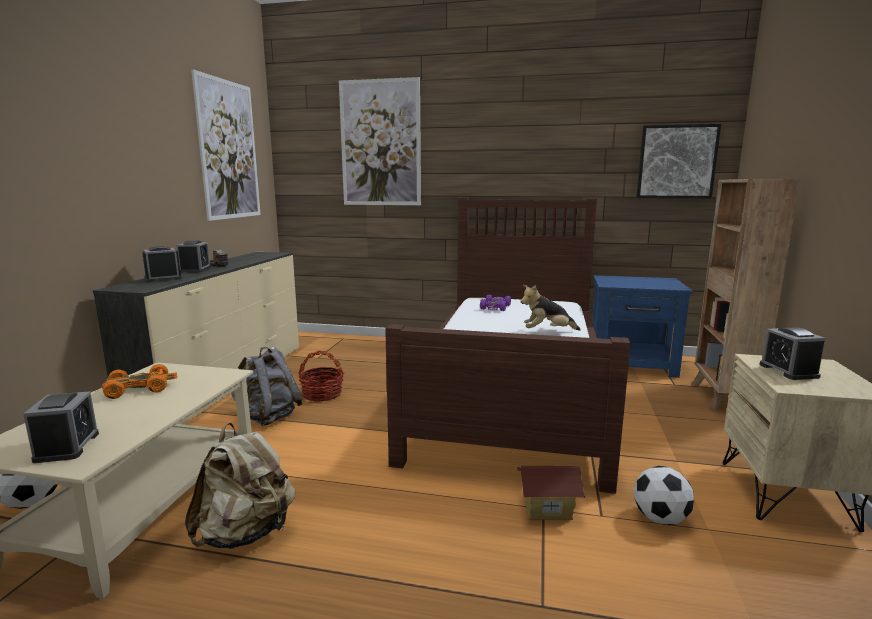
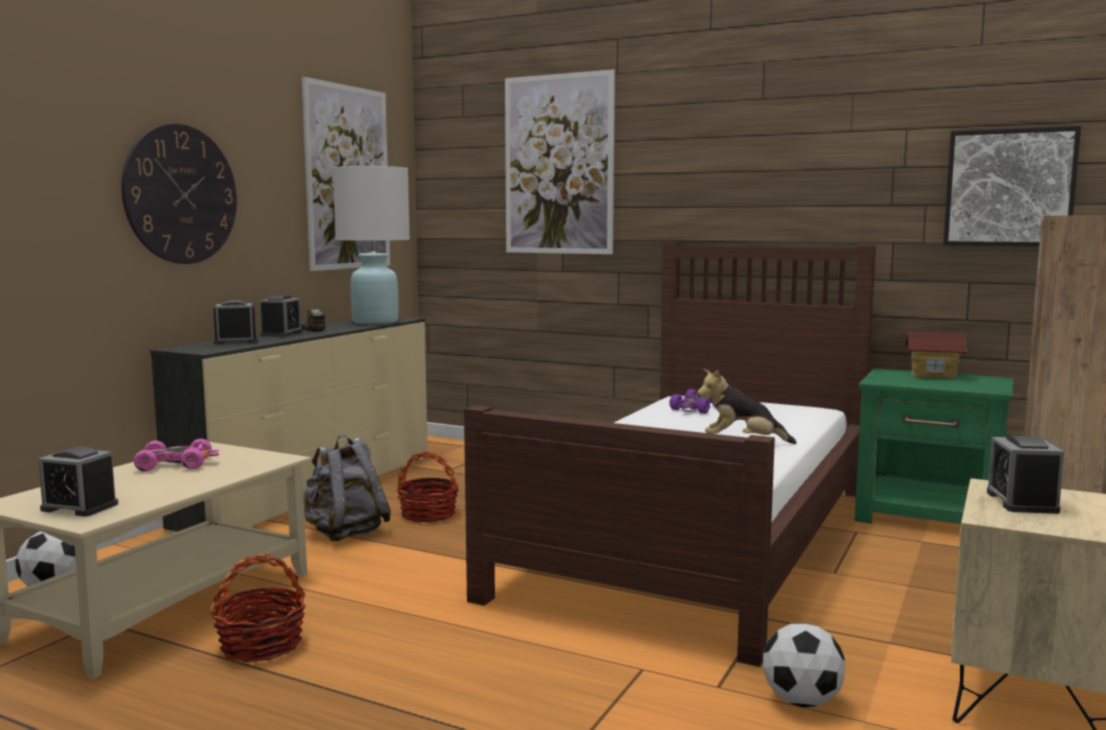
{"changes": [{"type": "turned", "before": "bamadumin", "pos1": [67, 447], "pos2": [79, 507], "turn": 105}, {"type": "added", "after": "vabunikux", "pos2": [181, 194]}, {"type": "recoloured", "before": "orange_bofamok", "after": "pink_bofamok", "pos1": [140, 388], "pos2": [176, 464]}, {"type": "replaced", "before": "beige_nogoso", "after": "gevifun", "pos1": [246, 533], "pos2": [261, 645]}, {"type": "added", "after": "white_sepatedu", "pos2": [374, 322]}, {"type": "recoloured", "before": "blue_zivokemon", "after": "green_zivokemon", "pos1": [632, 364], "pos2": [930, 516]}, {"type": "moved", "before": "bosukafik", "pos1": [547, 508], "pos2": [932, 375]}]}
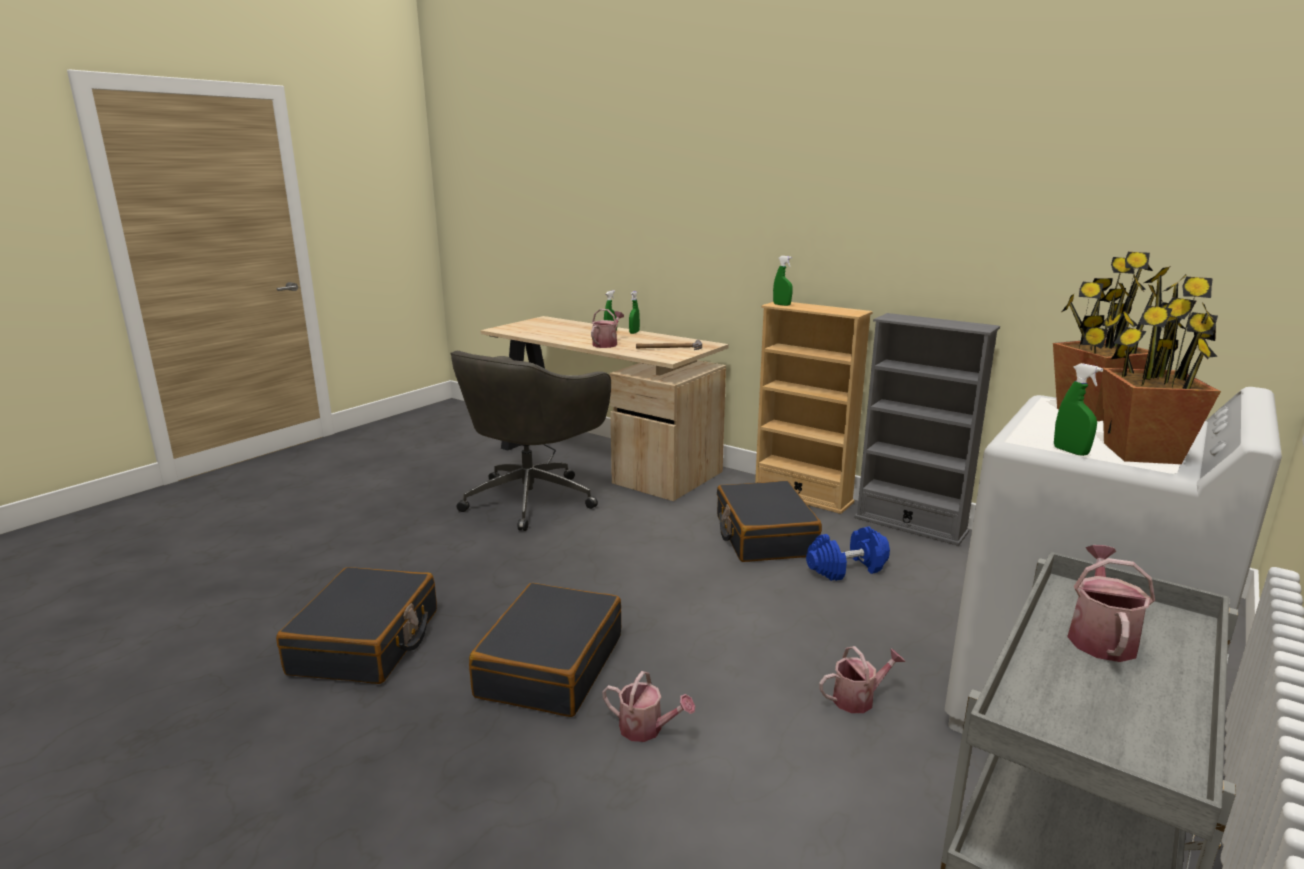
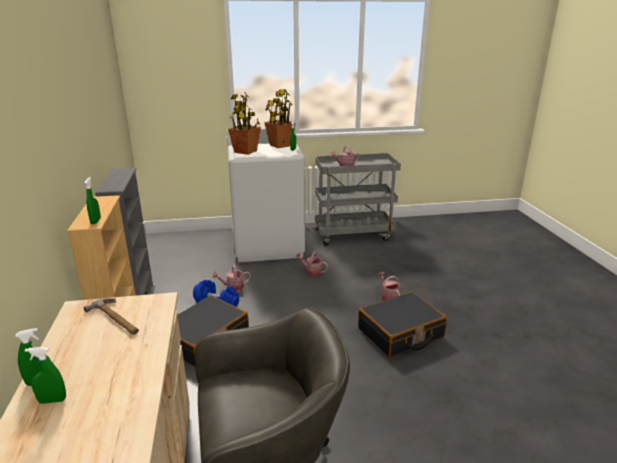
{"changes": [{"type": "moved", "before": "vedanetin", "pos1": [607, 344], "pos2": [232, 287]}, {"type": "removed", "before": "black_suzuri", "pos1": [366, 642]}]}
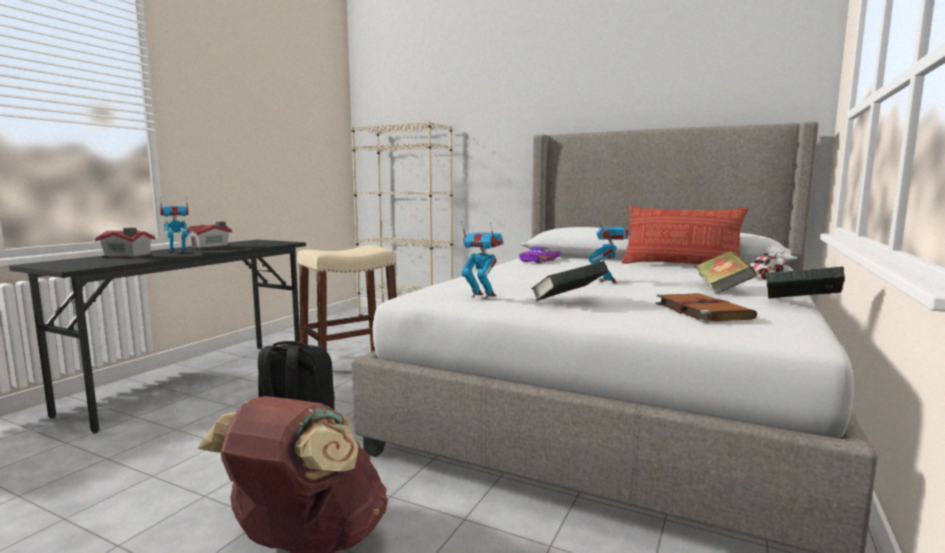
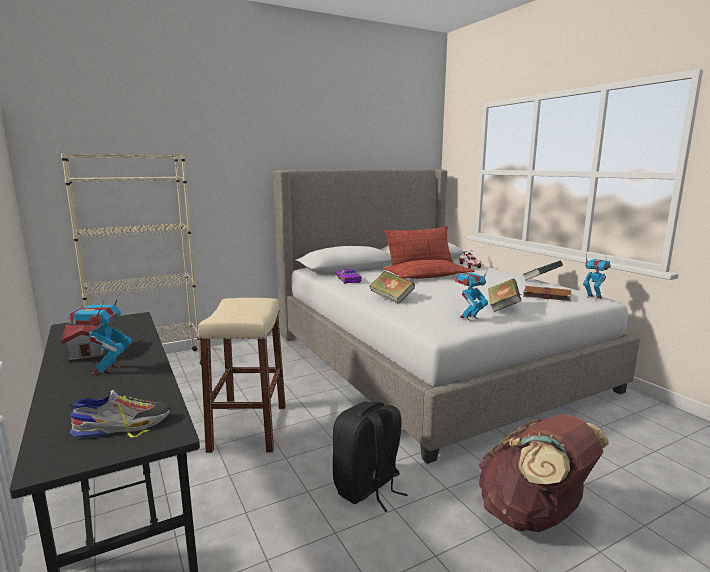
{"changes": [{"type": "added", "after": "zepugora", "pos2": [123, 425]}, {"type": "moved", "before": "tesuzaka", "pos1": [722, 289], "pos2": [391, 299]}, {"type": "added", "after": "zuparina", "pos2": [427, 276]}, {"type": "moved", "before": "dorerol", "pos1": [607, 281], "pos2": [593, 297]}, {"type": "removed", "before": "bosukafik", "pos1": [127, 257]}]}
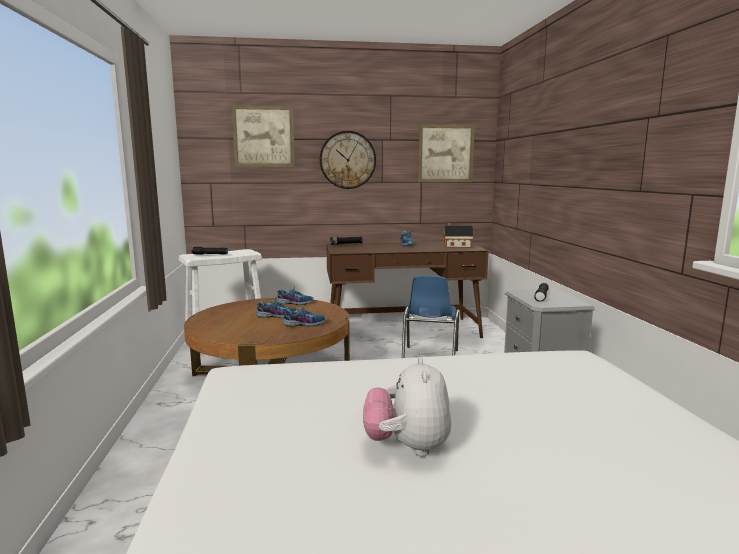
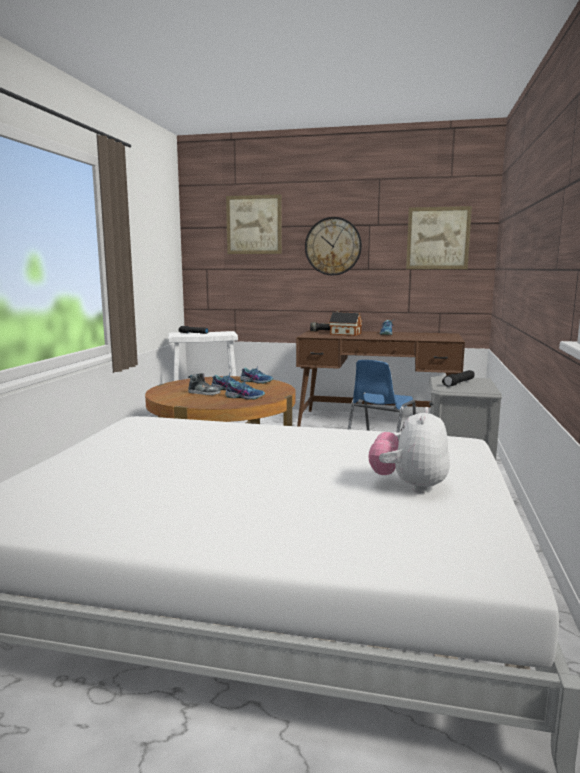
{"changes": [{"type": "added", "after": "zepugora", "pos2": [204, 393]}, {"type": "moved", "before": "bosukafik", "pos1": [456, 246], "pos2": [344, 334]}, {"type": "moved", "before": "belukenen", "pos1": [407, 447], "pos2": [409, 486]}]}
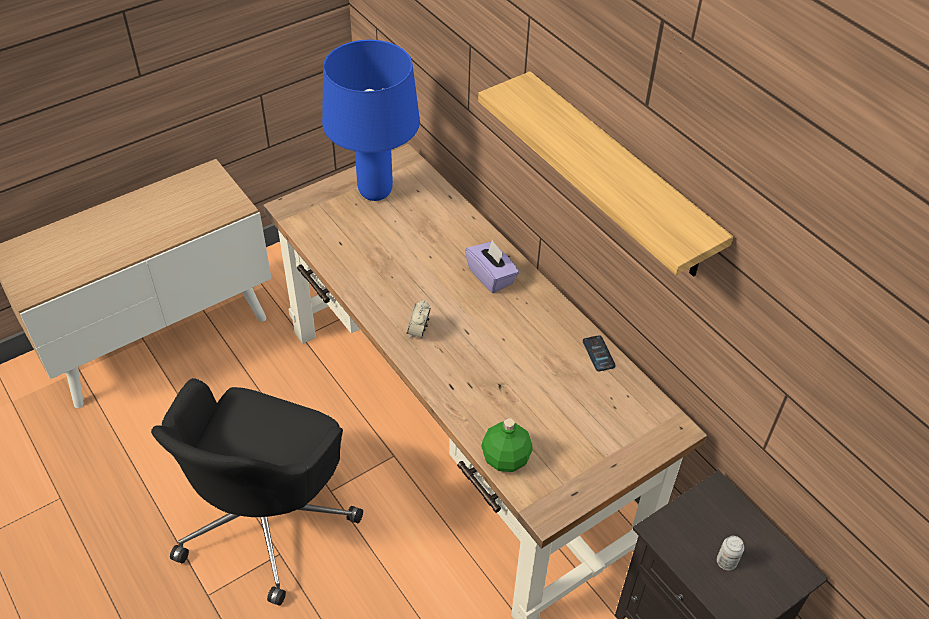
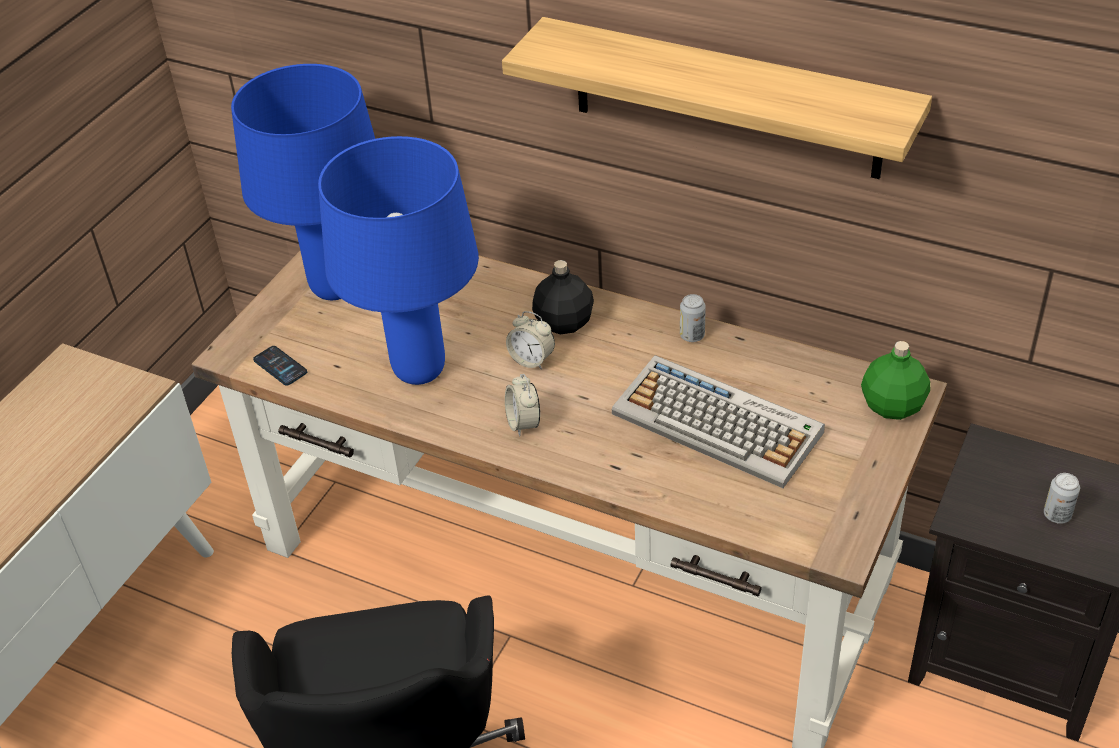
{"changes": [{"type": "moved", "before": "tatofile", "pos1": [598, 354], "pos2": [280, 366]}, {"type": "added", "after": "blue_sepatedu", "pos2": [419, 370]}, {"type": "added", "after": "bamadumin", "pos2": [532, 360]}, {"type": "replaced", "before": "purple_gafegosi", "after": "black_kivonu", "pos1": [491, 276], "pos2": [563, 323]}, {"type": "added", "after": "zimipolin", "pos2": [719, 423]}, {"type": "added", "after": "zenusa", "pos2": [692, 336]}, {"type": "moved", "before": "green_kivonu", "pos1": [505, 459], "pos2": [892, 407]}]}
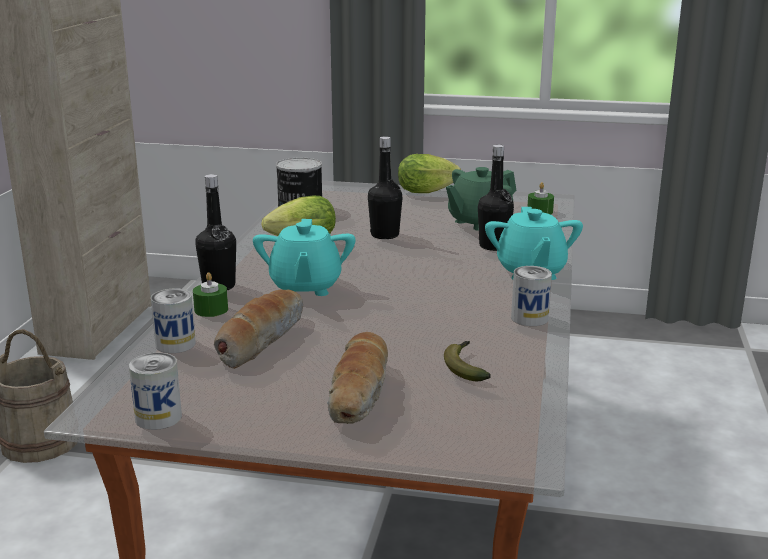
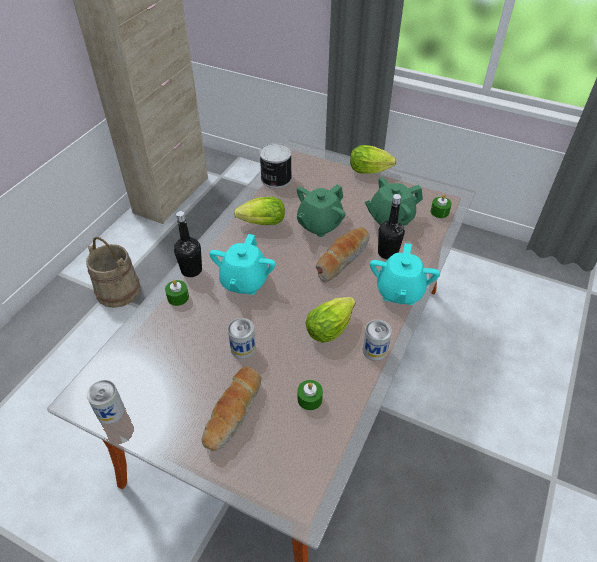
{"changes": [{"type": "moved", "before": "zenusa", "pos1": [175, 344], "pos2": [243, 348]}, {"type": "replaced", "before": "black_kivonu", "after": "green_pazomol", "pos1": [385, 235], "pos2": [319, 225]}, {"type": "replaced", "before": "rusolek", "after": "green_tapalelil", "pos1": [465, 367], "pos2": [309, 399]}, {"type": "added", "after": "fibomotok", "pos2": [331, 327]}, {"type": "moved", "before": "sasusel", "pos1": [260, 339], "pos2": [342, 259]}]}
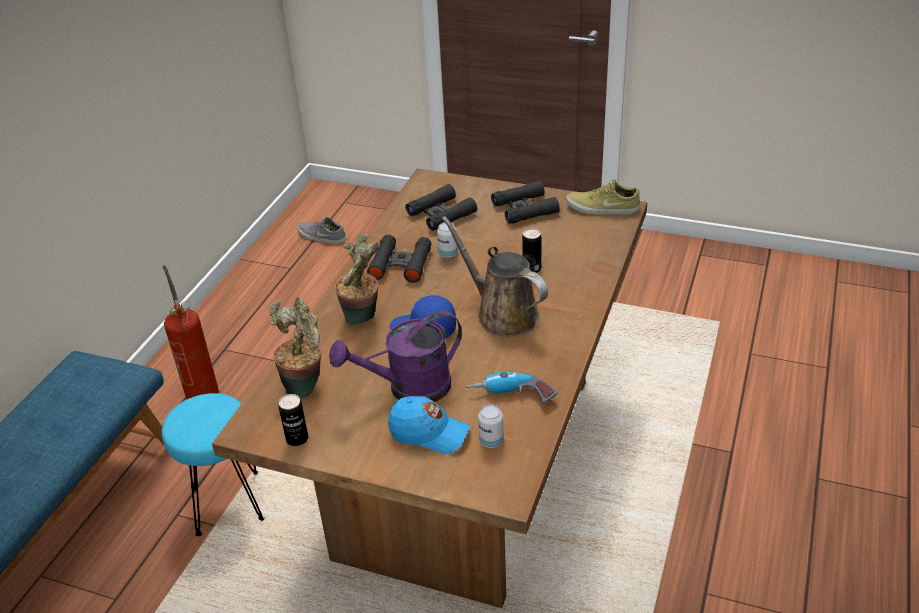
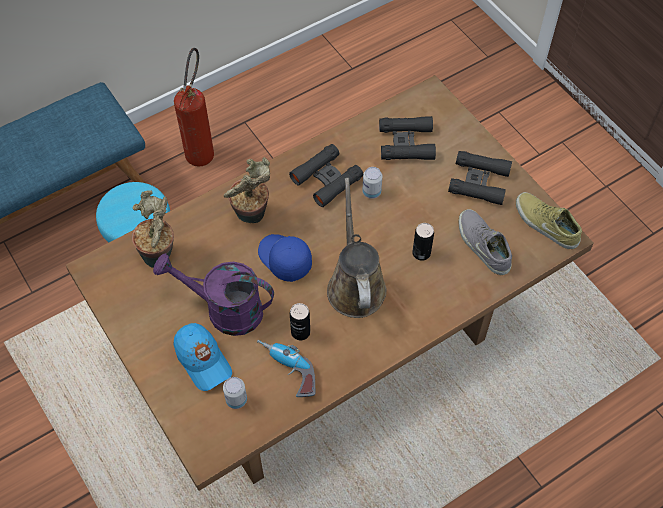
{"changes": [{"type": "moved", "before": "zenusa", "pos1": [297, 439], "pos2": [300, 332]}, {"type": "moved", "before": "grey_zepugora", "pos1": [321, 236], "pos2": [482, 245]}]}
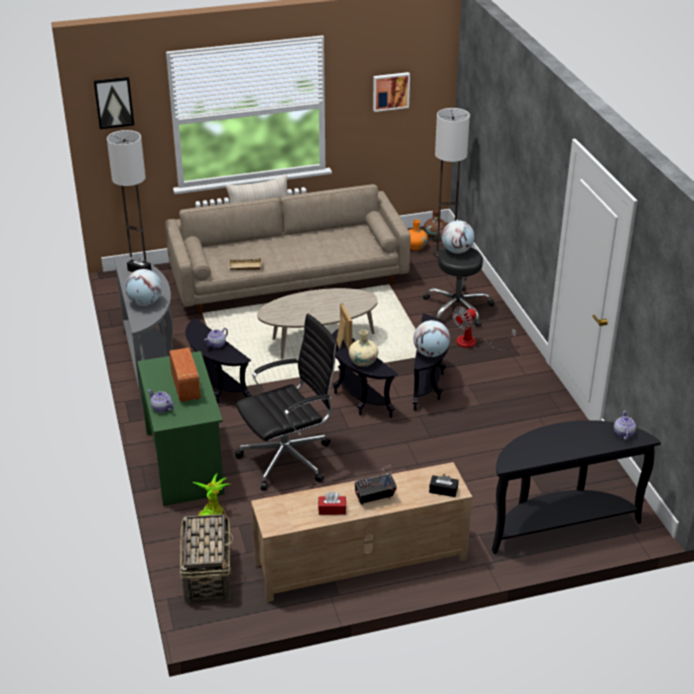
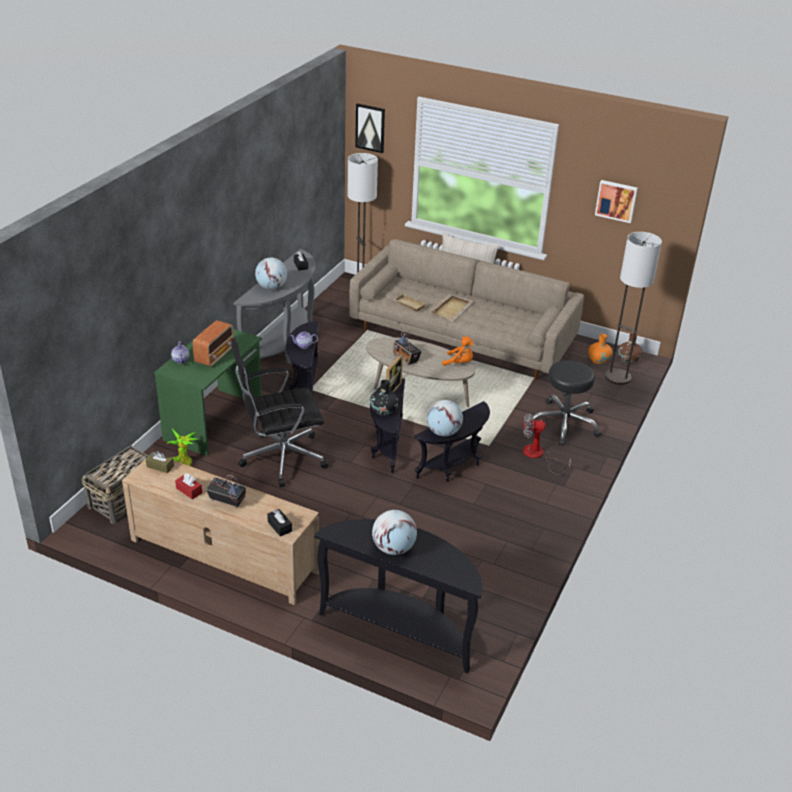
{"changes": [{"type": "added", "after": "brown_gafegosi", "pos2": [160, 466]}, {"type": "turned", "before": "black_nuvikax", "pos1": [289, 459], "pos2": [280, 458], "turn": 150}, {"type": "recoloured", "before": "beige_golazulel", "after": "black_golazulel", "pos1": [363, 362], "pos2": [384, 411]}, {"type": "moved", "before": "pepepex", "pos1": [457, 251], "pos2": [393, 548]}, {"type": "added", "after": "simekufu", "pos2": [406, 358]}, {"type": "added", "after": "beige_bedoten", "pos2": [451, 308]}, {"type": "added", "after": "orange_belukenen", "pos2": [459, 363]}, {"type": "removed", "before": "pazomol", "pos1": [623, 434]}]}
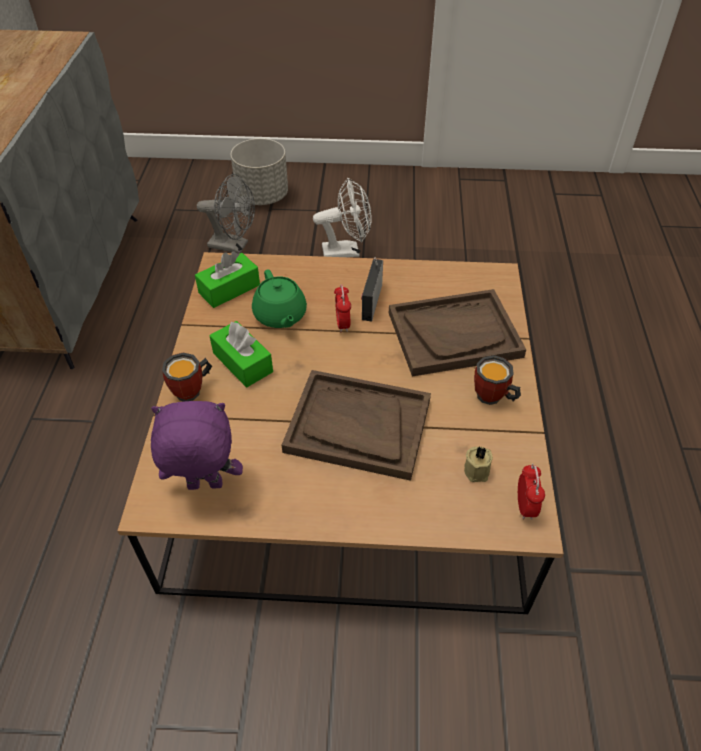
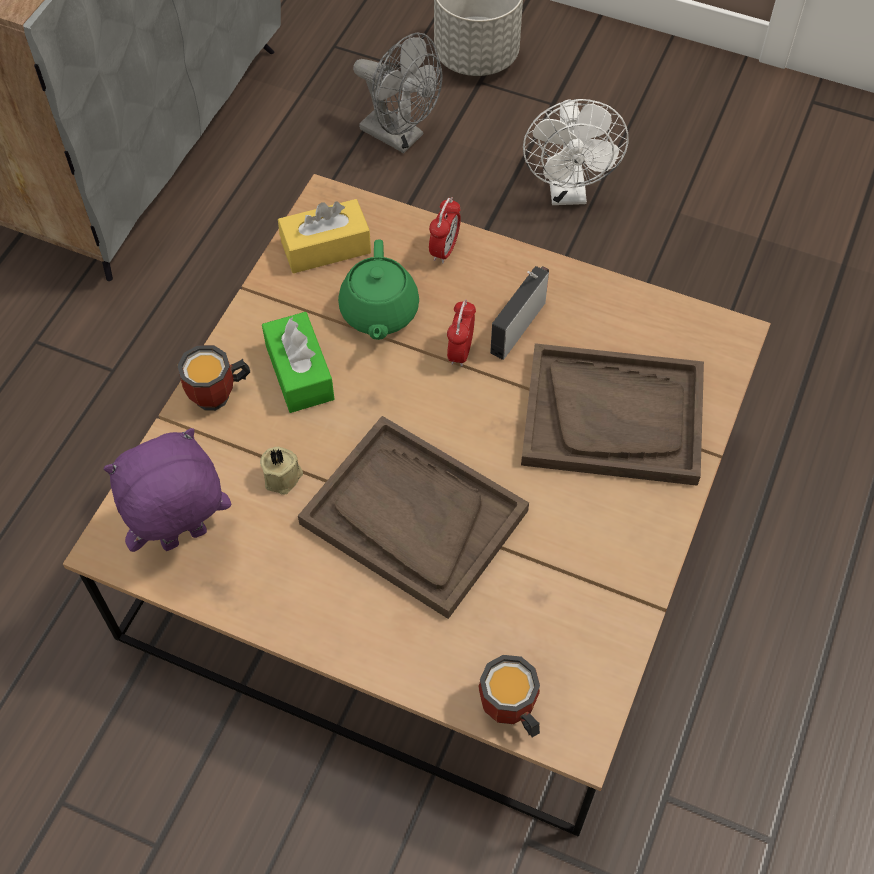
{"changes": [{"type": "turned", "before": "purple_belukenen", "pos1": [204, 487], "pos2": [184, 540], "turn": -45}, {"type": "moved", "before": "beige_tapalelil", "pos1": [477, 470], "pos2": [283, 478]}, {"type": "recoloured", "before": "green_gafegosi", "after": "yellow_gafegosi", "pos1": [229, 289], "pos2": [326, 247]}, {"type": "moved", "before": "bamadumin", "pos1": [525, 506], "pos2": [444, 250]}, {"type": "moved", "before": "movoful", "pos1": [492, 399], "pos2": [508, 713]}, {"type": "turned", "before": "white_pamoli", "pos1": [347, 251], "pos2": [568, 192], "turn": 75}]}
